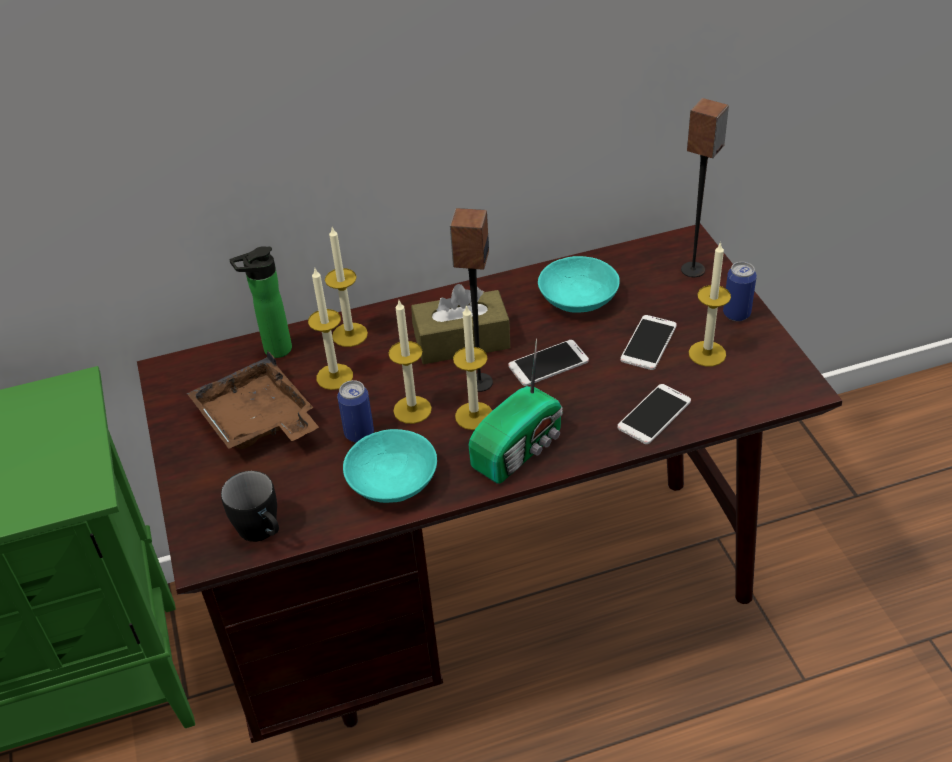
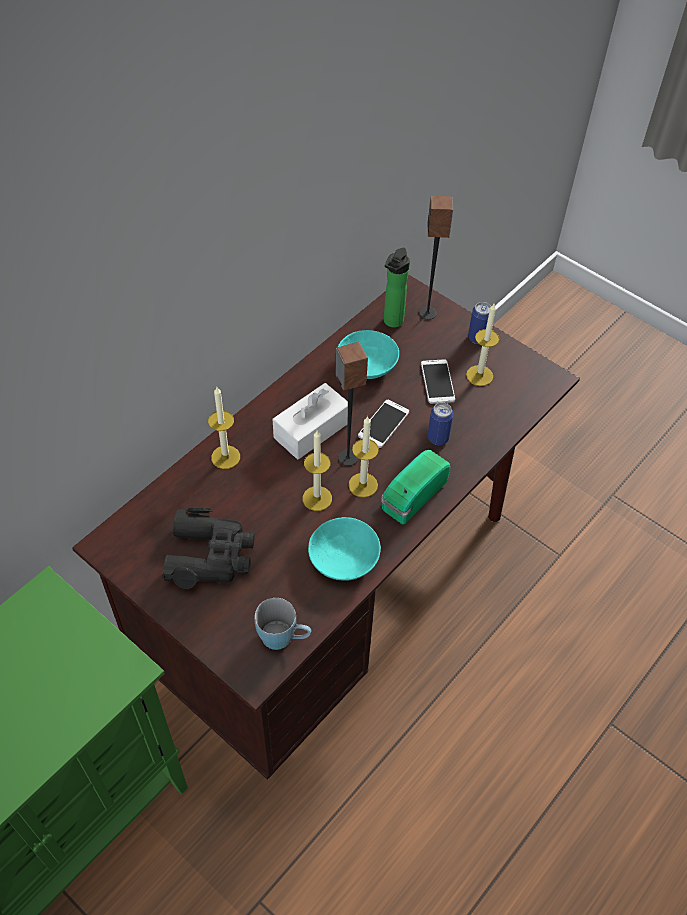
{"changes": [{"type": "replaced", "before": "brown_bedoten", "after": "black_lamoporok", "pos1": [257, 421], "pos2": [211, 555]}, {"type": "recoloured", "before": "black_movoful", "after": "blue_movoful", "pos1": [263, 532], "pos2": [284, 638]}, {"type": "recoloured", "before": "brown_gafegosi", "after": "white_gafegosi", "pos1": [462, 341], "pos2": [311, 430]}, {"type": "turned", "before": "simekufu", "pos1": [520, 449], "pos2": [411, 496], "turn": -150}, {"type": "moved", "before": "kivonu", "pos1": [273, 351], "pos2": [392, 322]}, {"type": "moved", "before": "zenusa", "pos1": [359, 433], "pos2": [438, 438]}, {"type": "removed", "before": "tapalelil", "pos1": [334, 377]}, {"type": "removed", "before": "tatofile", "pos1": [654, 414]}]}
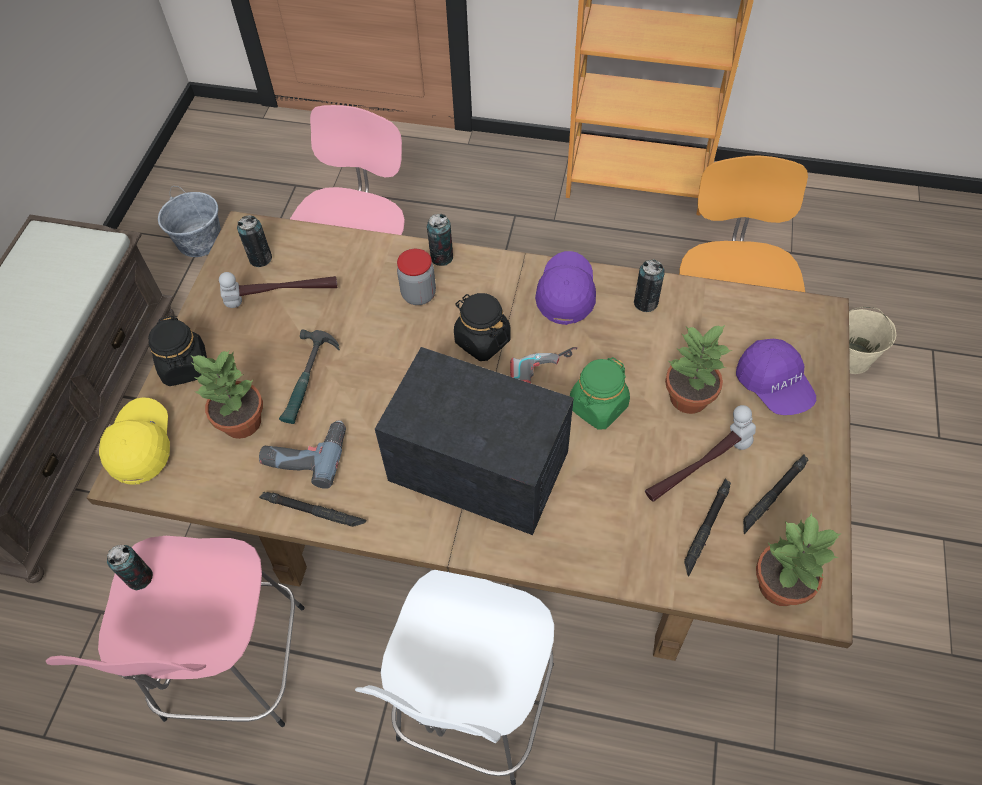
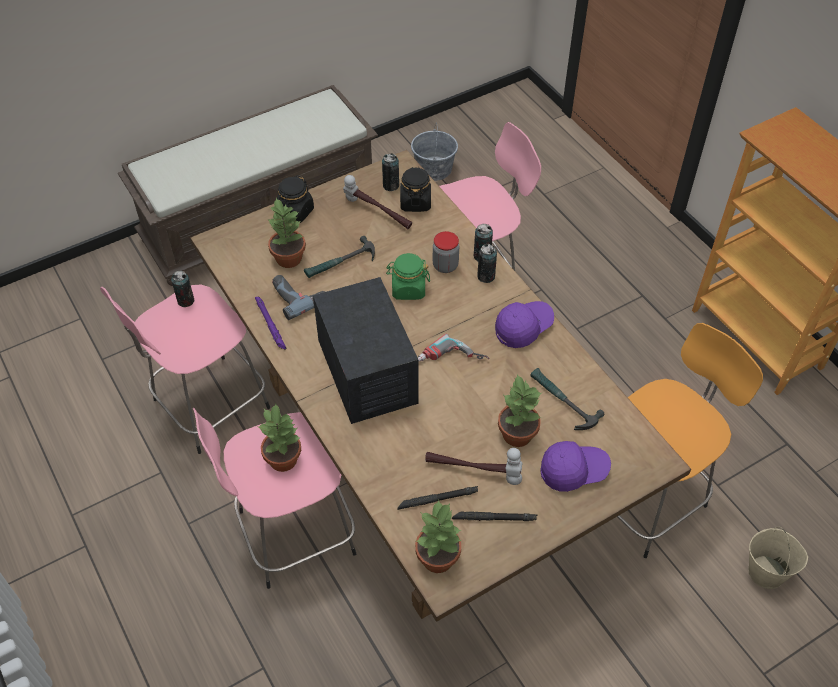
{"changes": [{"type": "recoloured", "before": "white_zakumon", "after": "pink_zakumon", "pos1": [473, 707], "pos2": [292, 534]}, {"type": "recoloured", "before": "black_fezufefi", "after": "purple_fezufefi", "pos1": [313, 511], "pos2": [270, 325]}, {"type": "added", "after": "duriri", "pos2": [284, 459]}, {"type": "moved", "before": "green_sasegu", "pos1": [598, 407], "pos2": [408, 289]}, {"type": "moved", "before": "black_sasegu", "pos1": [482, 340], "pos2": [415, 202]}, {"type": "moved", "before": "zenusa", "pos1": [645, 303], "pos2": [486, 276]}, {"type": "added", "after": "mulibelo", "pos2": [562, 401]}, {"type": "turned", "before": "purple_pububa", "pos1": [773, 386], "pos2": [573, 471], "turn": -120}, {"type": "removed", "before": "yellow_pububa", "pos1": [141, 446]}]}
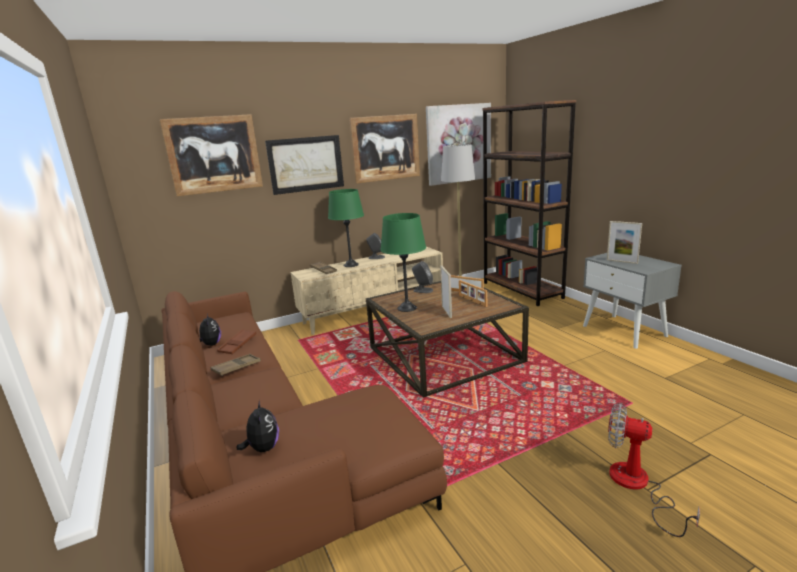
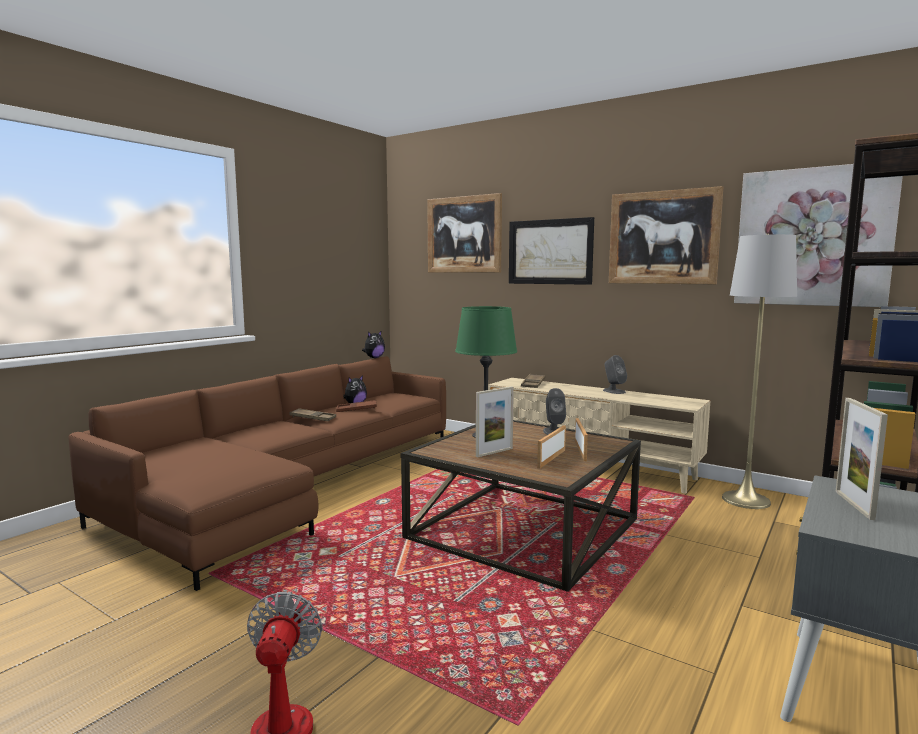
{"changes": [{"type": "moved", "before": "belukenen", "pos1": [263, 448], "pos2": [374, 358]}, {"type": "removed", "before": "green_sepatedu", "pos1": [351, 265]}]}
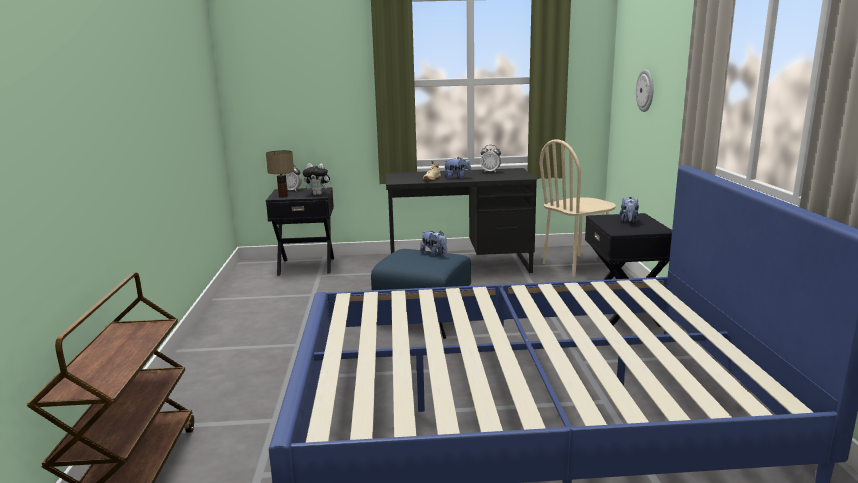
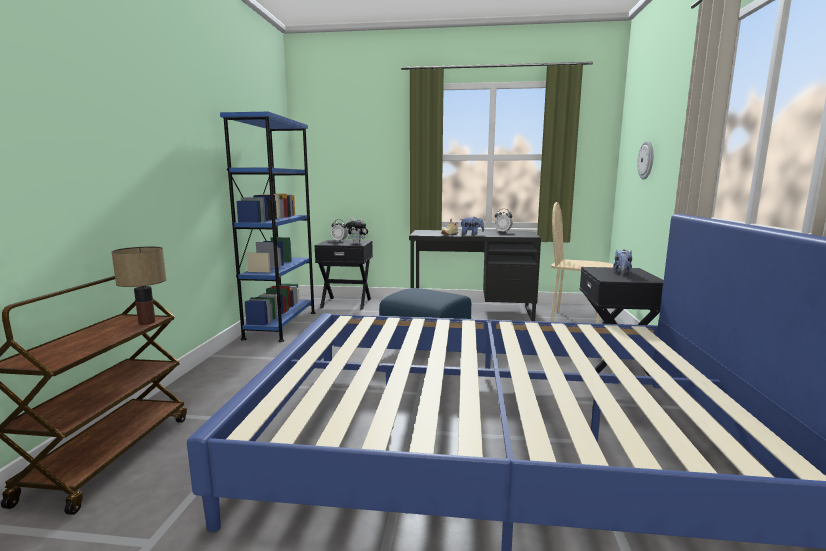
{"changes": [{"type": "moved", "before": "sepatedu", "pos1": [282, 196], "pos2": [146, 322]}, {"type": "added", "after": "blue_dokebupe", "pos2": [281, 325]}, {"type": "turned", "before": "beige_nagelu", "pos1": [576, 265], "pos2": [576, 319], "turn": 45}, {"type": "removed", "before": "belukenen", "pos1": [434, 254]}]}
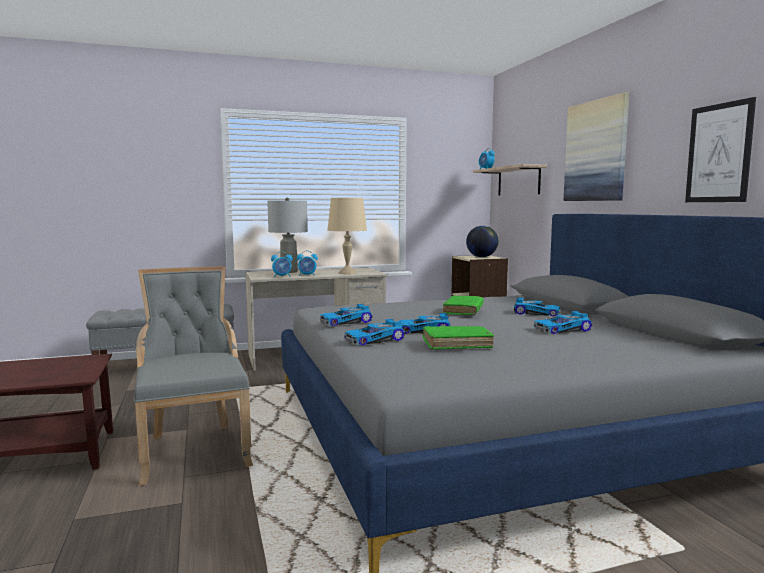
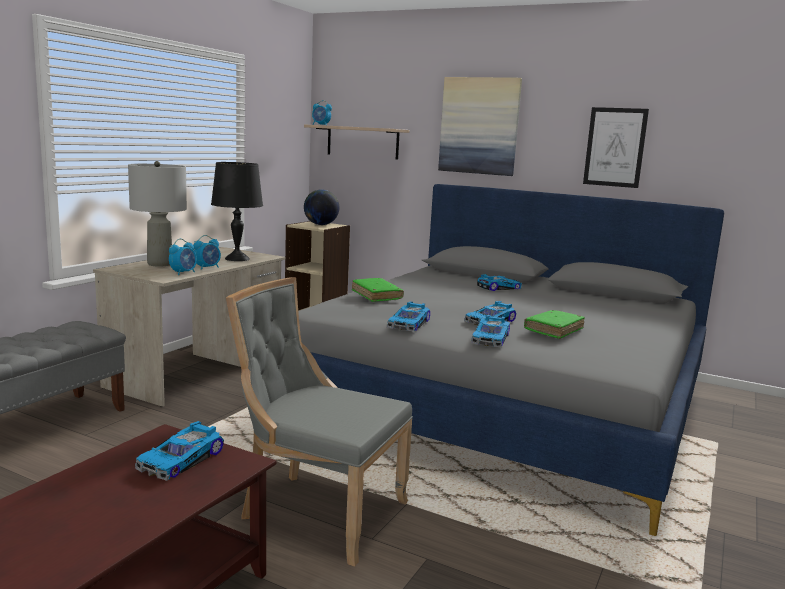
{"changes": [{"type": "moved", "before": "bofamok", "pos1": [562, 330], "pos2": [182, 460]}, {"type": "recoloured", "before": "beige_sepatedu", "after": "black_sepatedu", "pos1": [347, 273], "pos2": [237, 258]}, {"type": "moved", "before": "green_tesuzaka", "pos1": [463, 311], "pos2": [376, 295]}]}
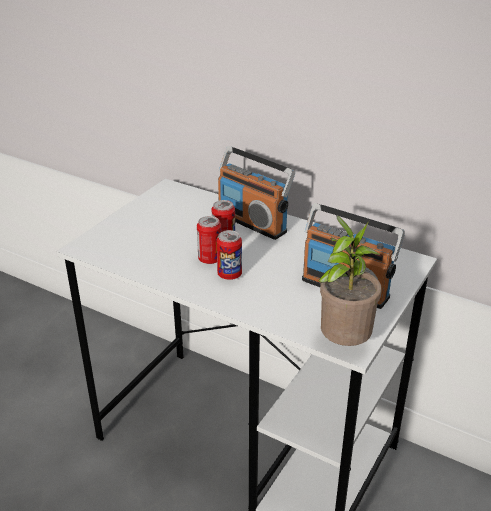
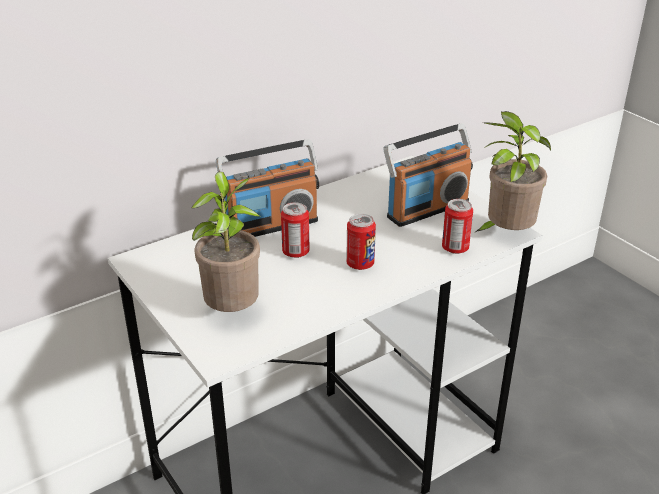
{"changes": [{"type": "added", "after": "duriri", "pos2": [233, 311]}, {"type": "moved", "before": "zenusa", "pos1": [210, 259], "pos2": [455, 248]}]}
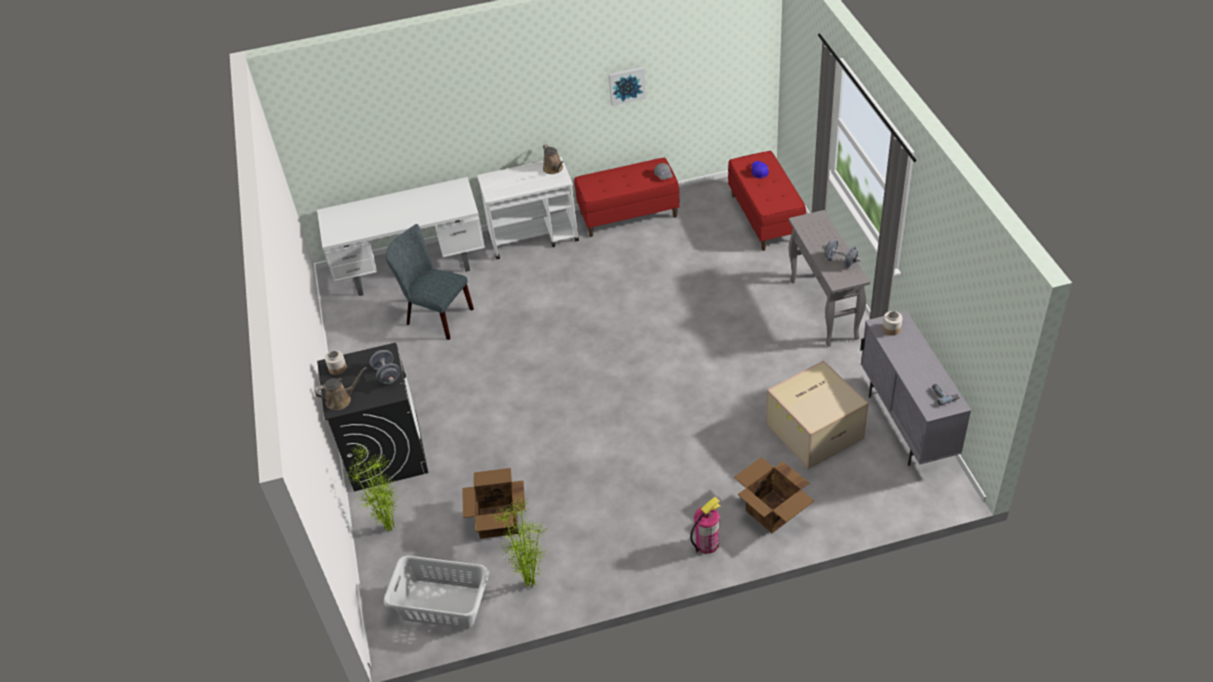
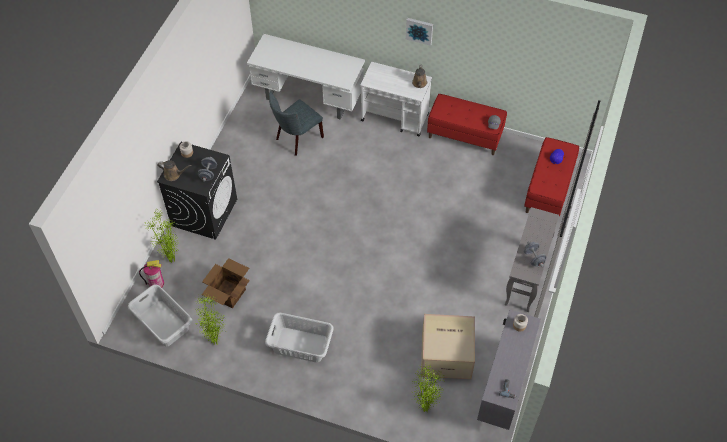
{"changes": [{"type": "moved", "before": "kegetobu", "pos1": [707, 543], "pos2": [156, 283]}, {"type": "added", "after": "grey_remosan", "pos2": [300, 345]}, {"type": "turned", "before": "grey_nagelu", "pos1": [435, 316], "pos2": [297, 139], "turn": -105}, {"type": "moved", "before": "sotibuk", "pos1": [626, 85], "pos2": [419, 30]}, {"type": "added", "after": "duriri", "pos2": [424, 408]}, {"type": "removed", "before": "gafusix", "pos1": [772, 512]}]}
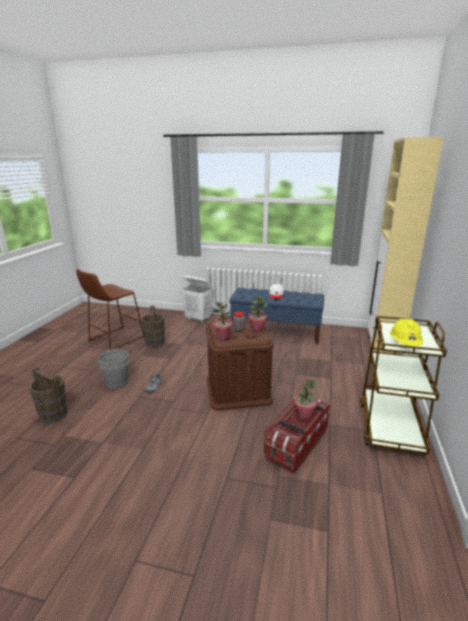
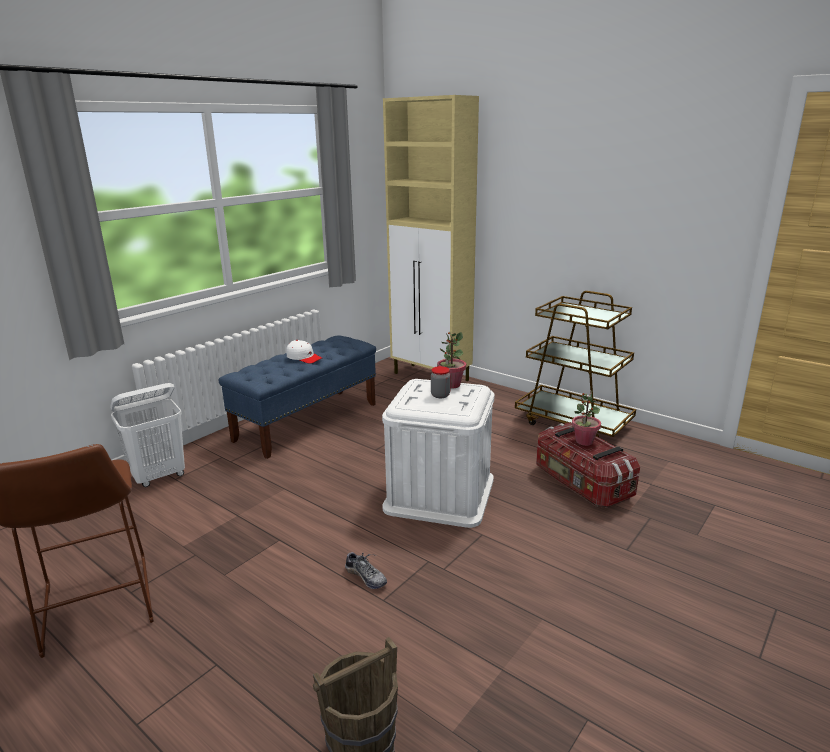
{"changes": [{"type": "recoloured", "before": "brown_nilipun", "after": "white_nilipun", "pos1": [238, 389], "pos2": [440, 493]}, {"type": "removed", "before": "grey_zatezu", "pos1": [117, 382]}, {"type": "removed", "before": "brown_zatezu", "pos1": [155, 342]}, {"type": "removed", "before": "duriri", "pos1": [223, 337]}, {"type": "removed", "before": "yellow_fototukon", "pos1": [405, 343]}]}
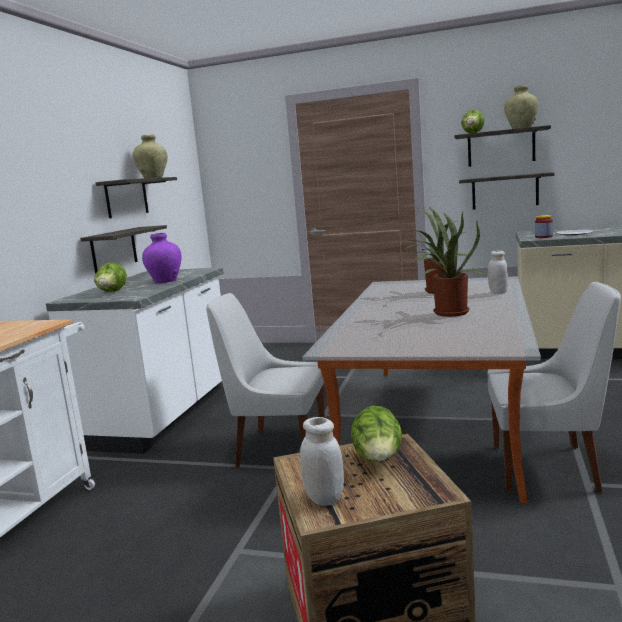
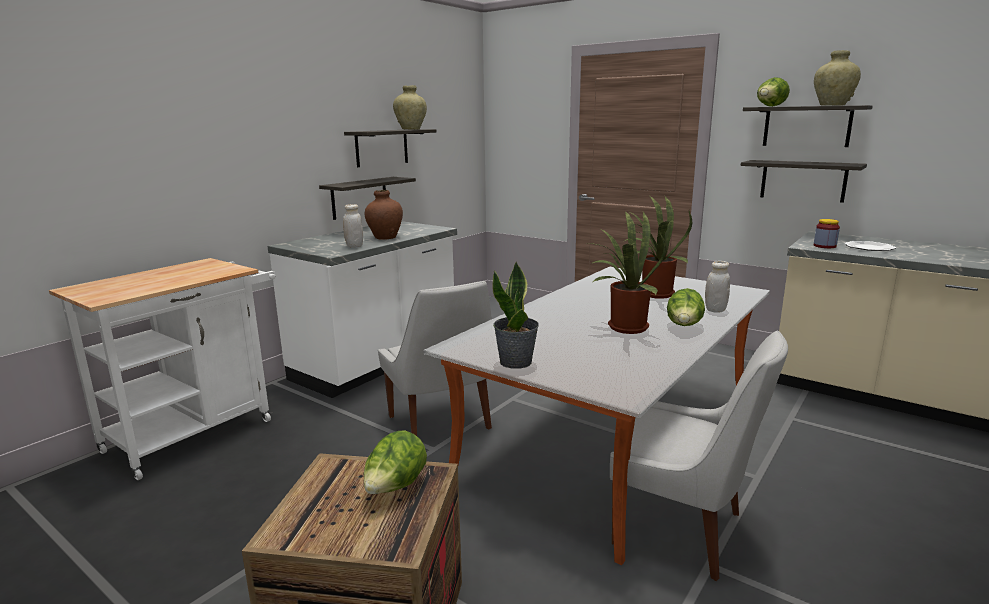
{"changes": [{"type": "moved", "before": "white_sasegu", "pos1": [324, 498], "pos2": [354, 246]}, {"type": "recoloured", "before": "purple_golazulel", "after": "brown_golazulel", "pos1": [165, 281], "pos2": [385, 237]}, {"type": "turned", "before": "white_nagelu", "pos1": [278, 448], "pos2": [441, 424], "turn": -150}, {"type": "added", "after": "duriri", "pos2": [516, 362]}, {"type": "moved", "before": "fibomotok", "pos1": [112, 292], "pos2": [684, 327]}]}
